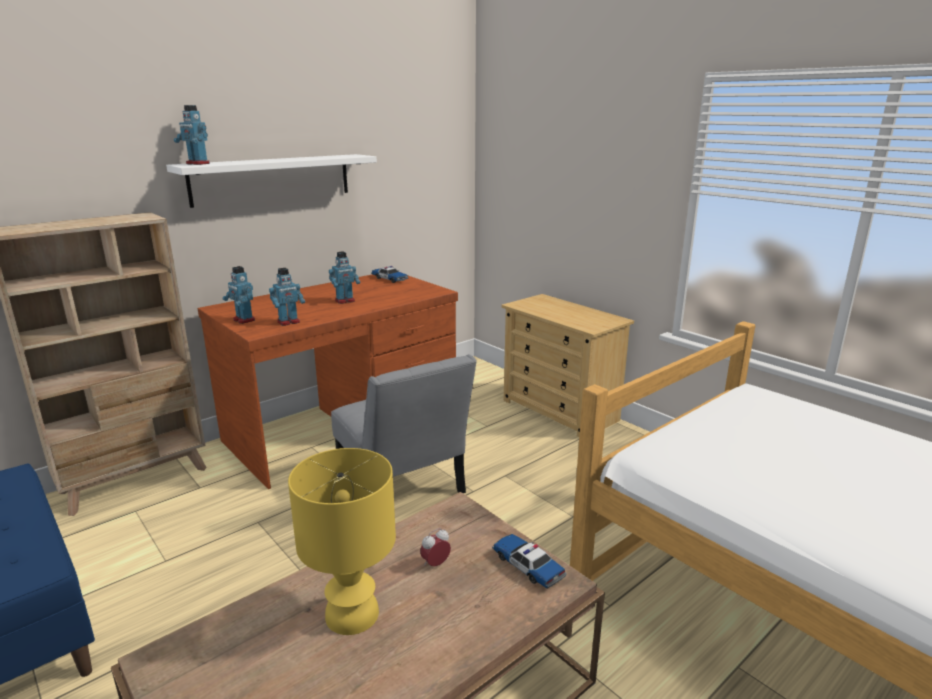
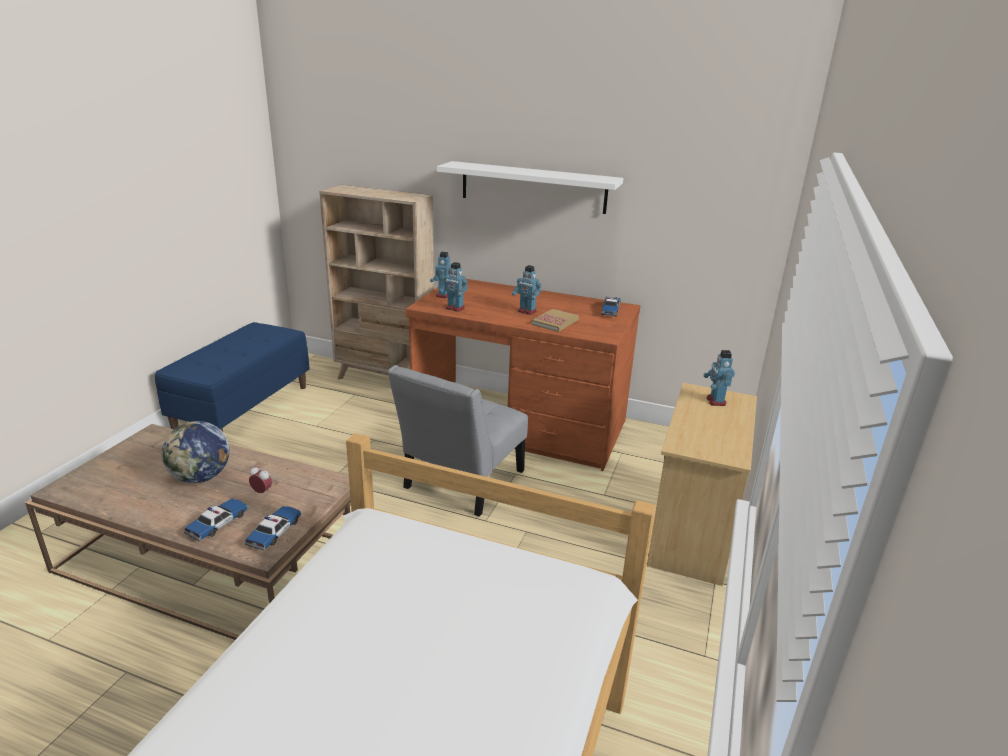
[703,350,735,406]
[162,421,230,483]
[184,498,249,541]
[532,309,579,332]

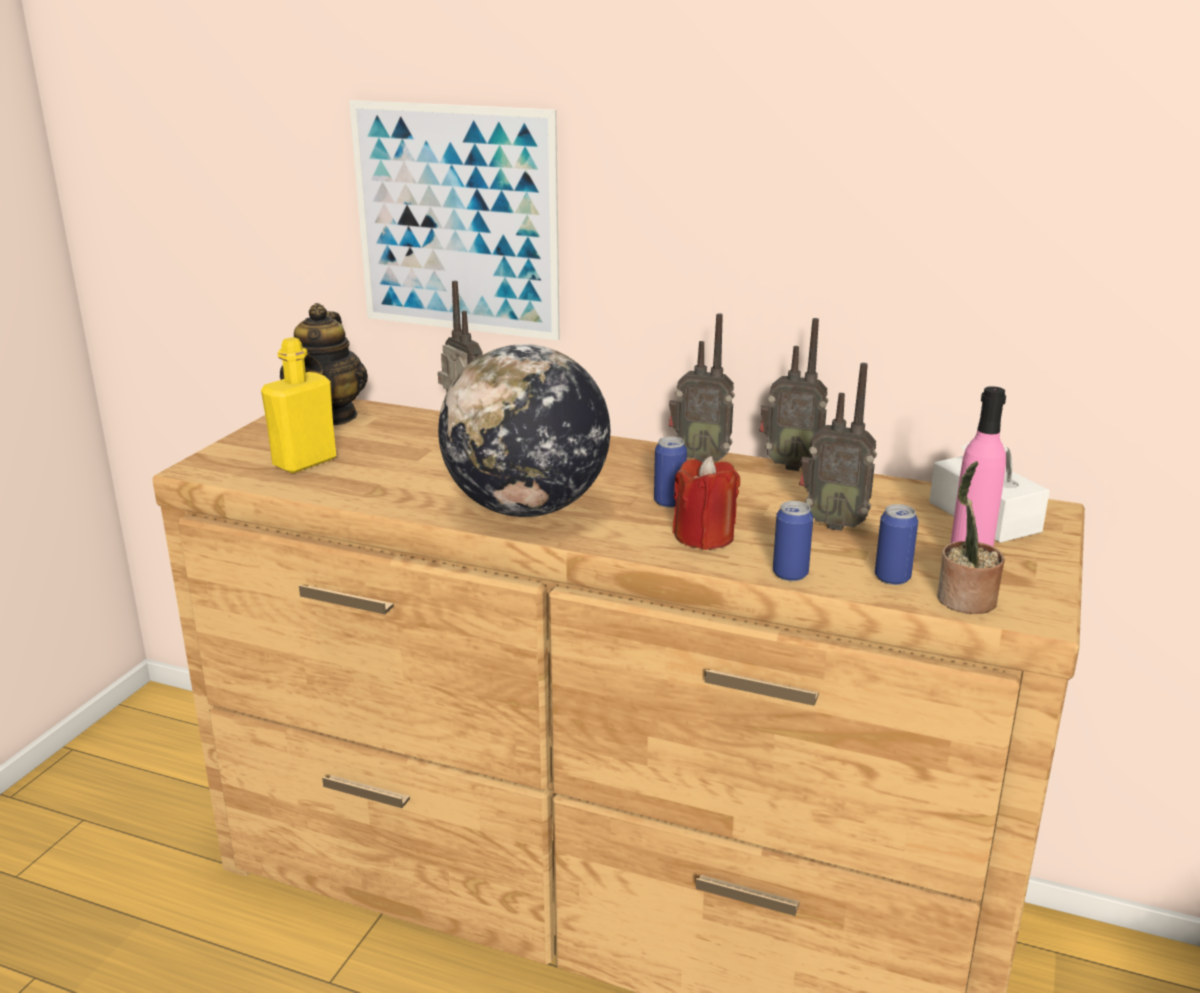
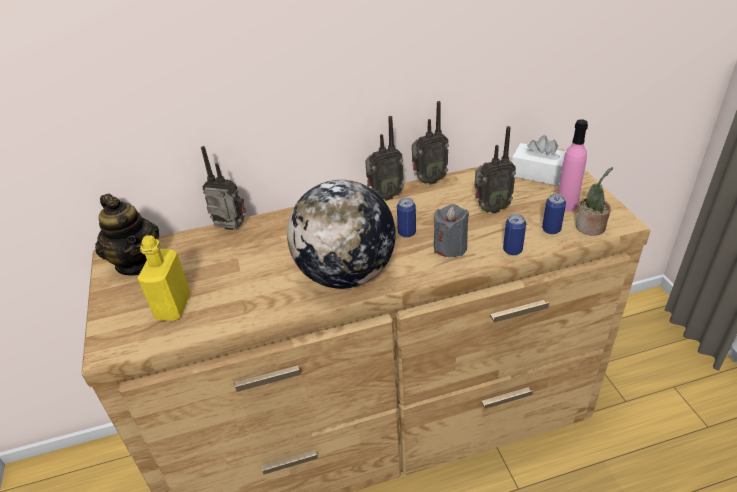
[349,100,560,341] (first image)
[434,204,469,257]

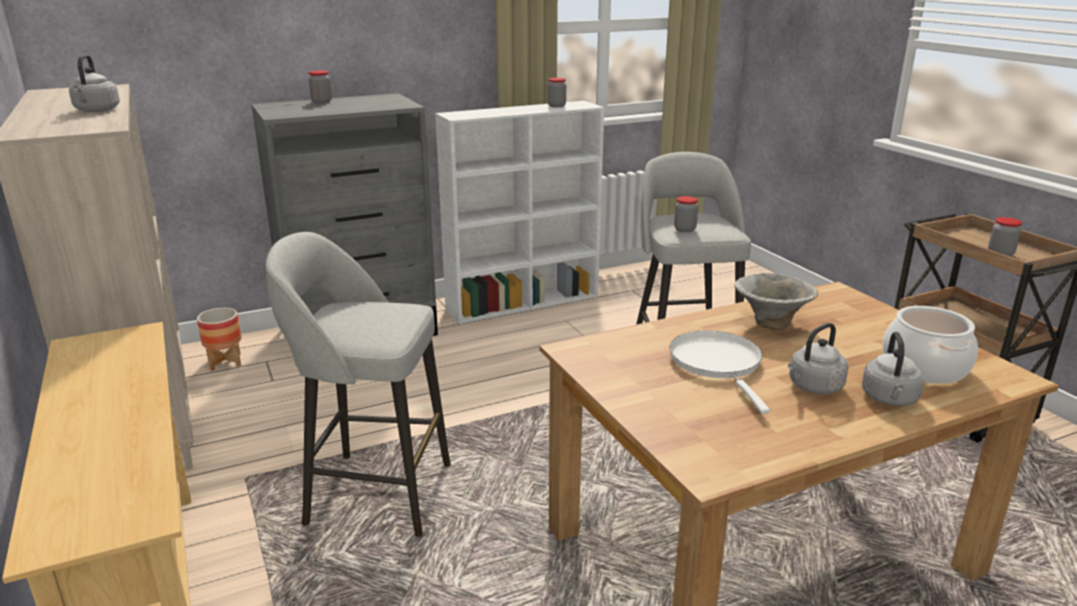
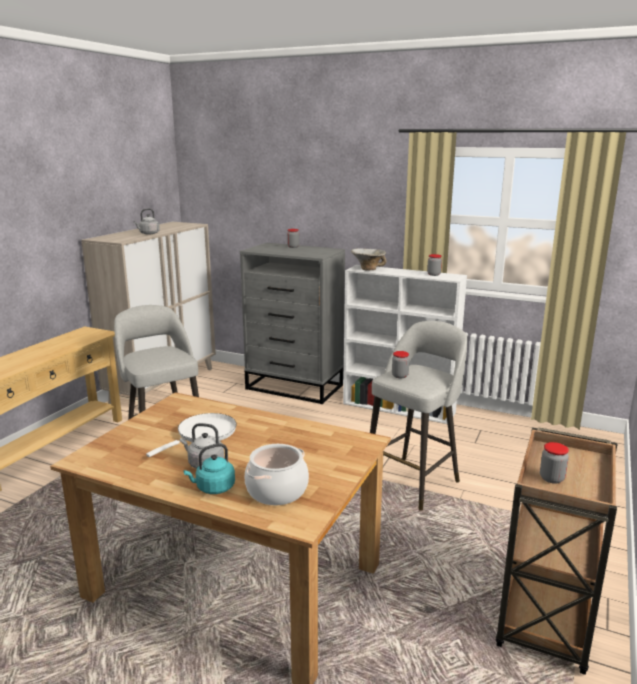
[197,308,241,371] (first image)
[351,248,386,270]
[184,443,235,494]

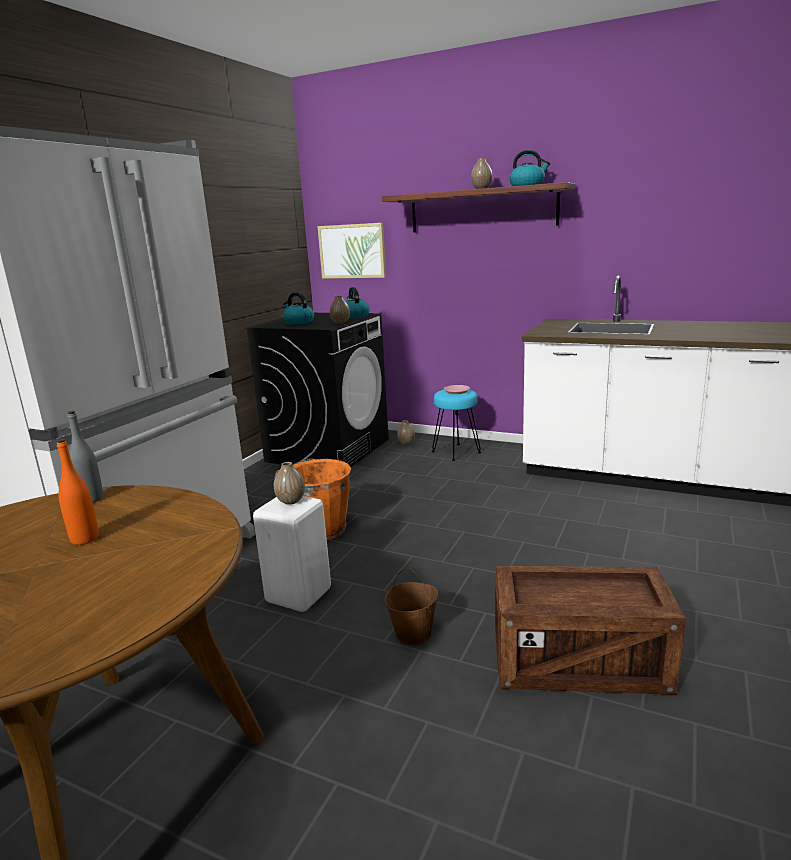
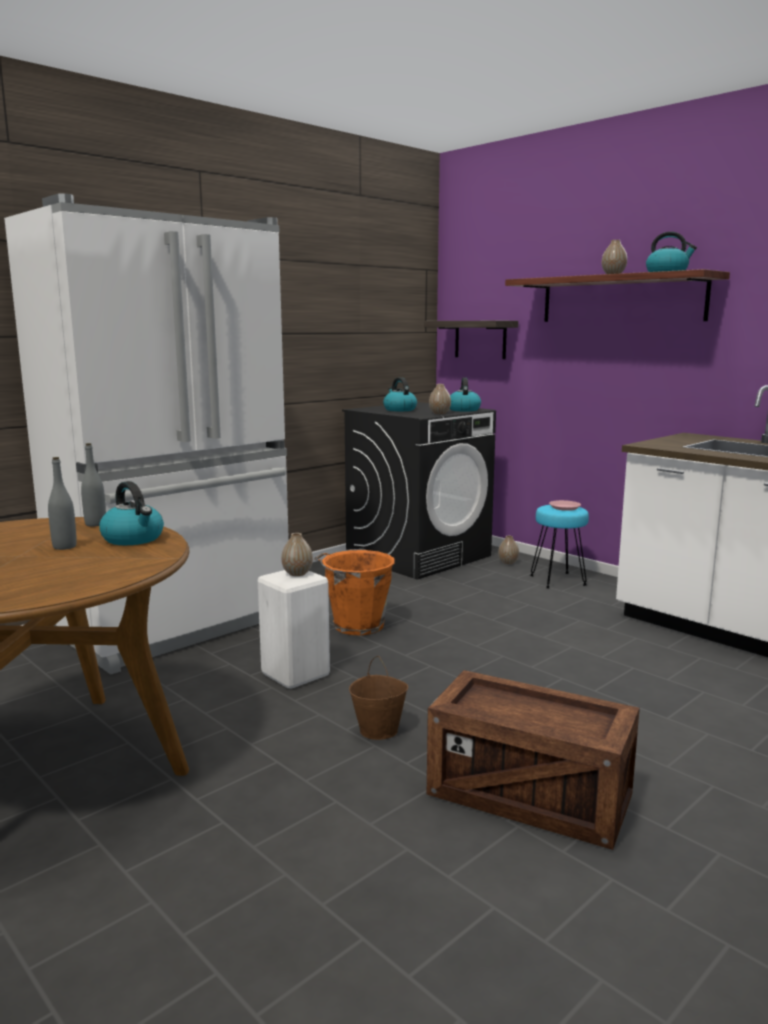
[48,457,77,550]
[424,321,518,359]
[99,481,164,545]

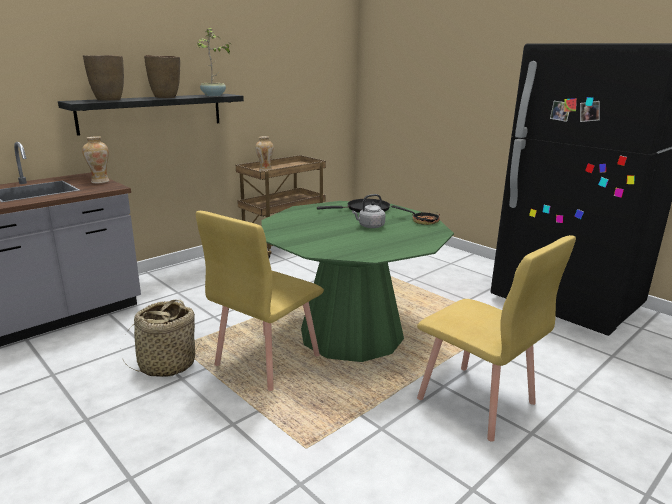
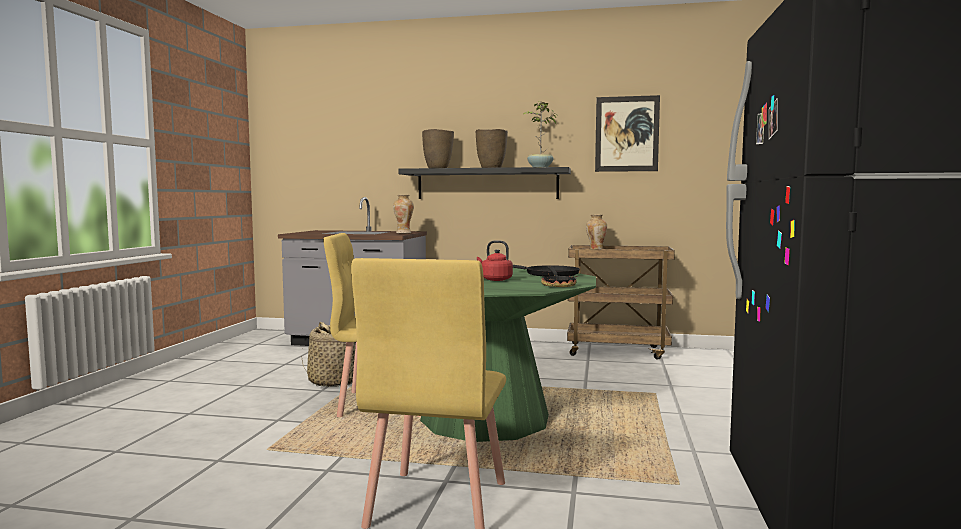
[477,240,513,281]
[595,95,660,172]

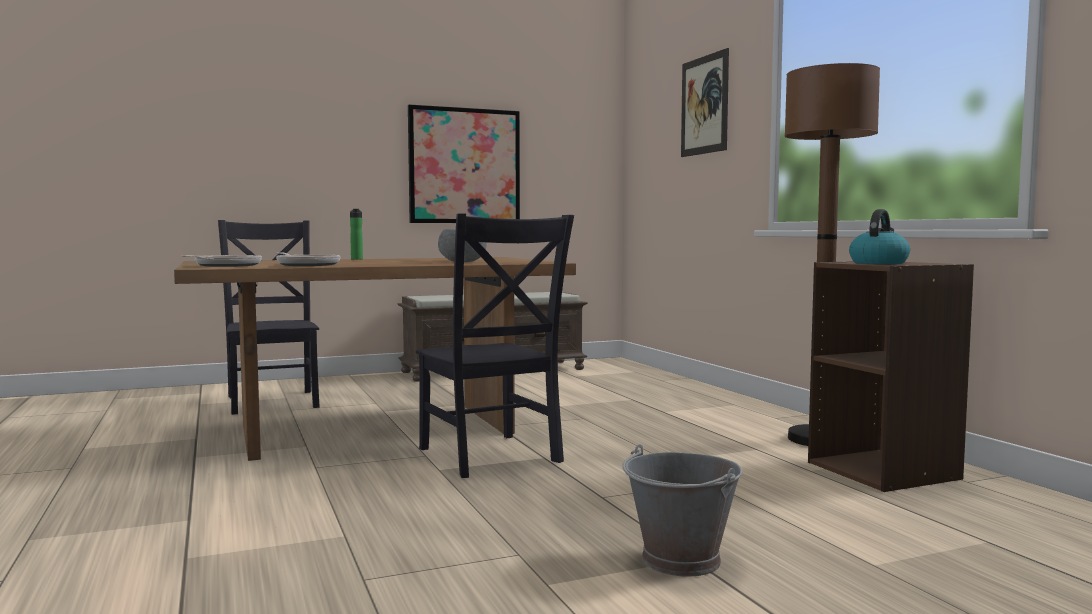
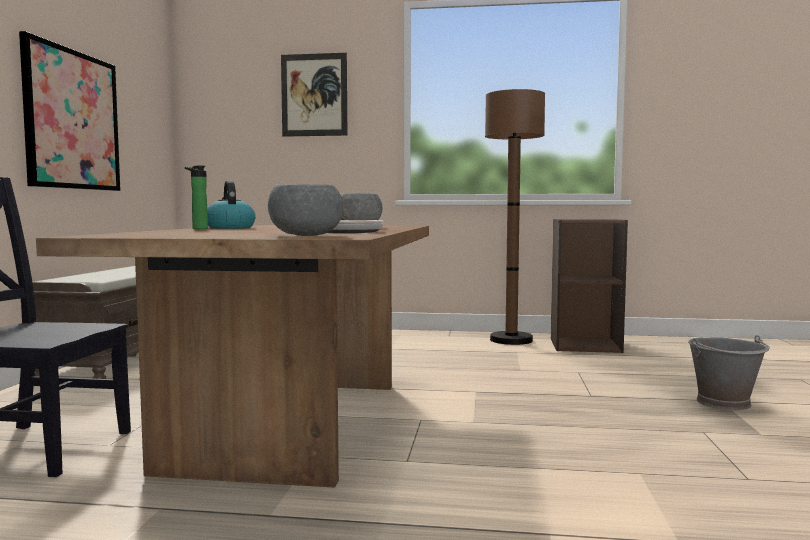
[268,184,343,236]
[416,213,574,478] (first image)
[207,180,256,229]

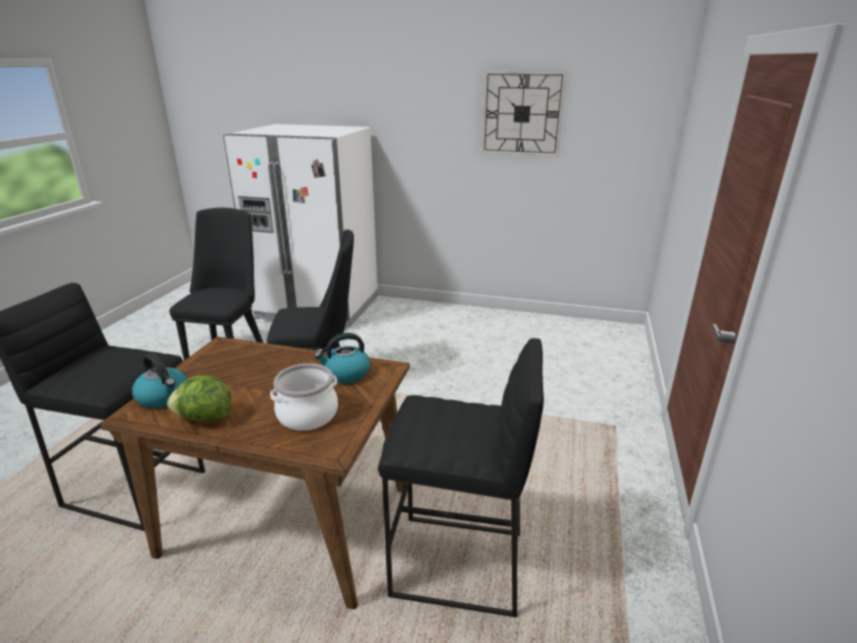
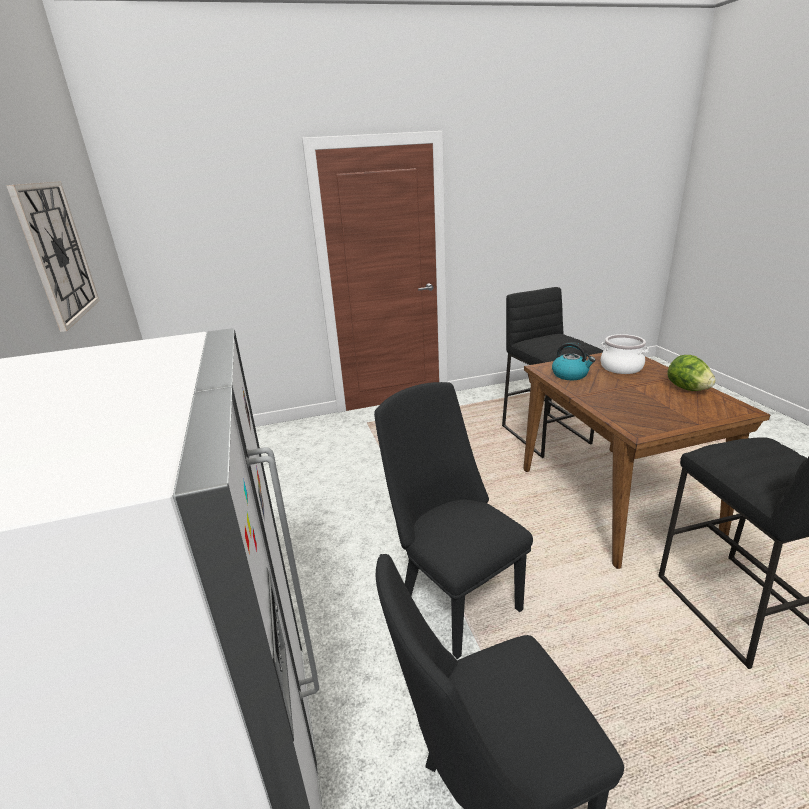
[132,353,187,408] (first image)

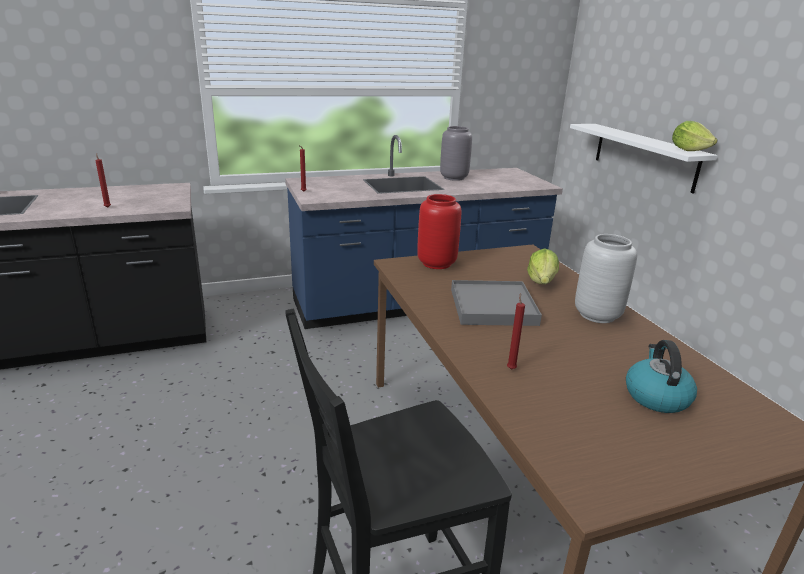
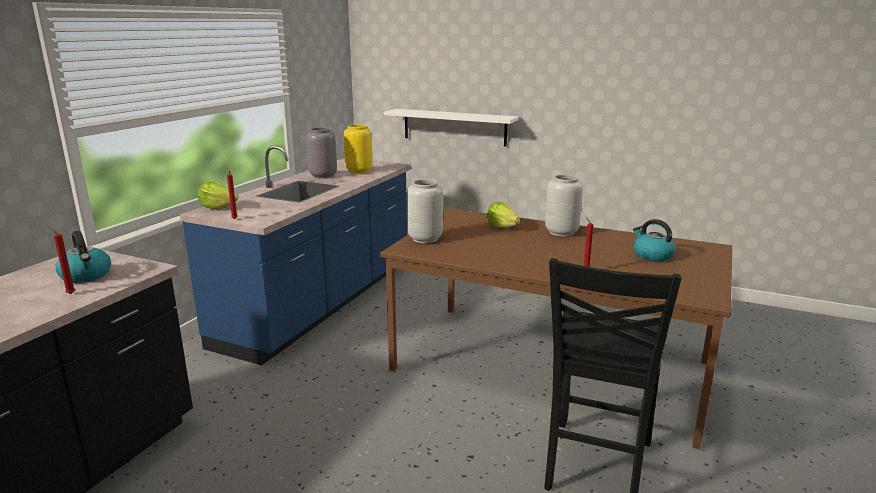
[407,179,443,243]
[451,280,542,326] (first image)
[198,181,239,210]
[55,231,111,283]
[344,124,373,174]

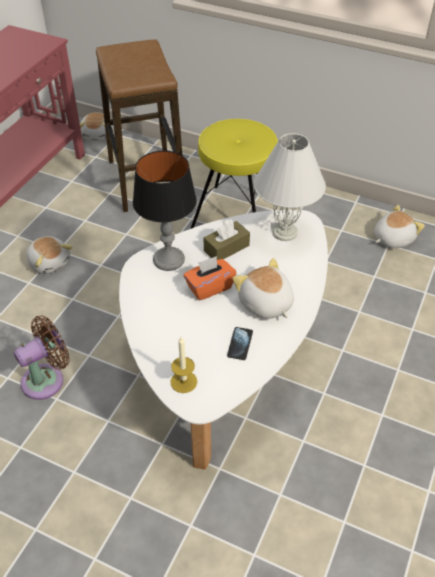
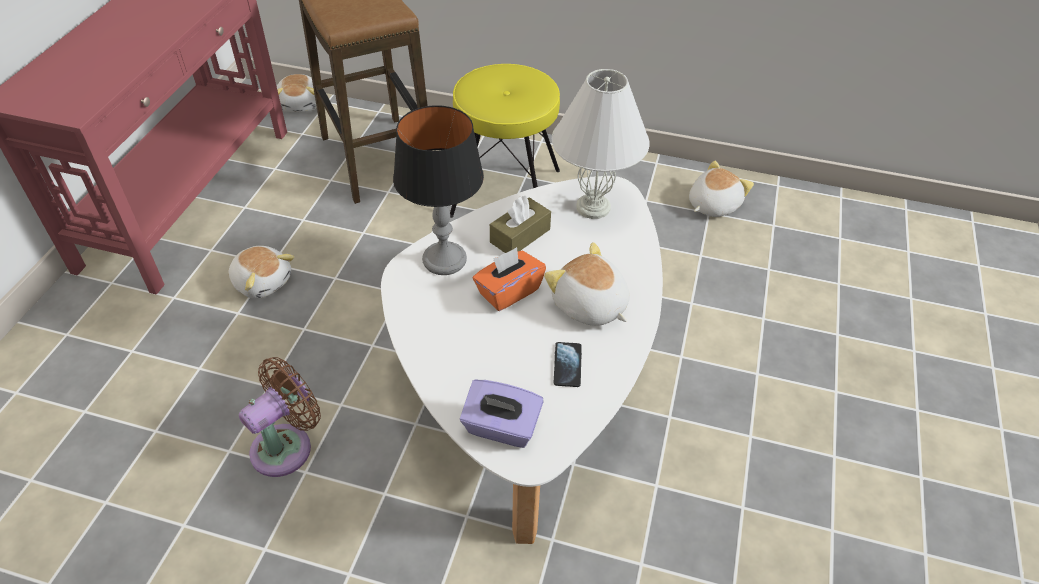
[460,380,544,448]

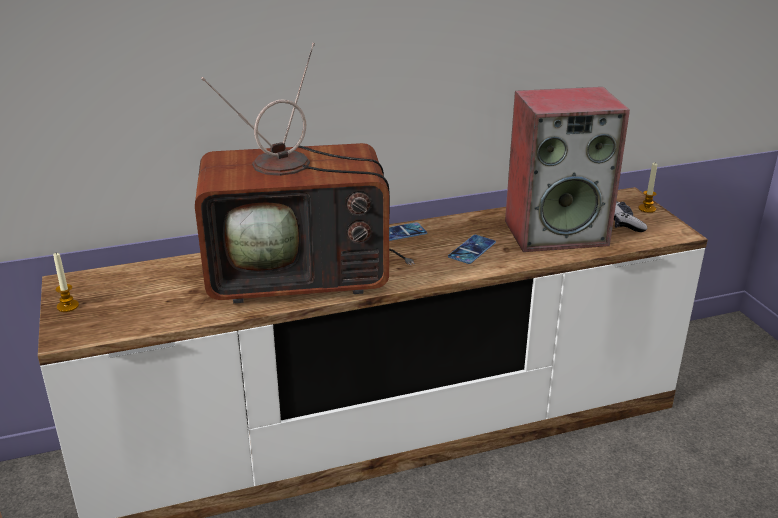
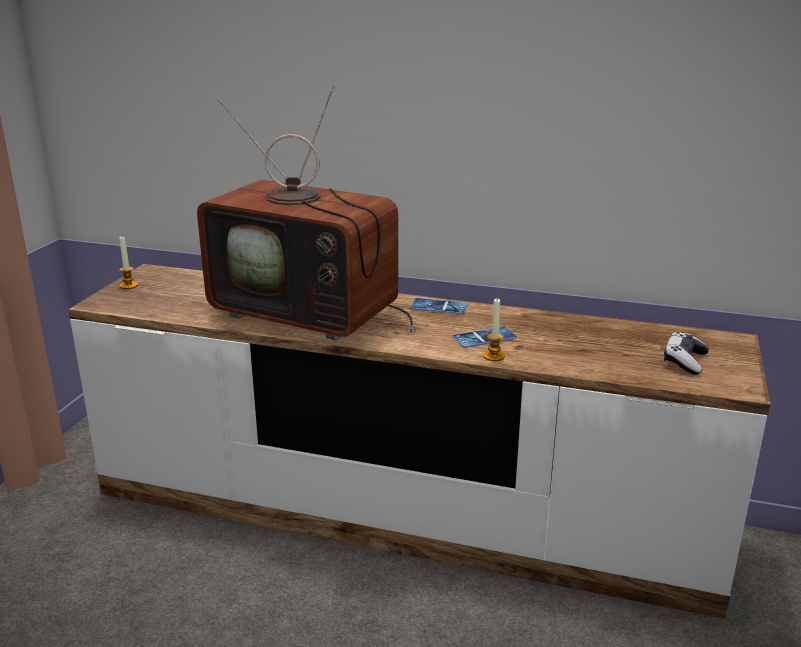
[505,87,630,252] (first image)
[483,298,505,361]

